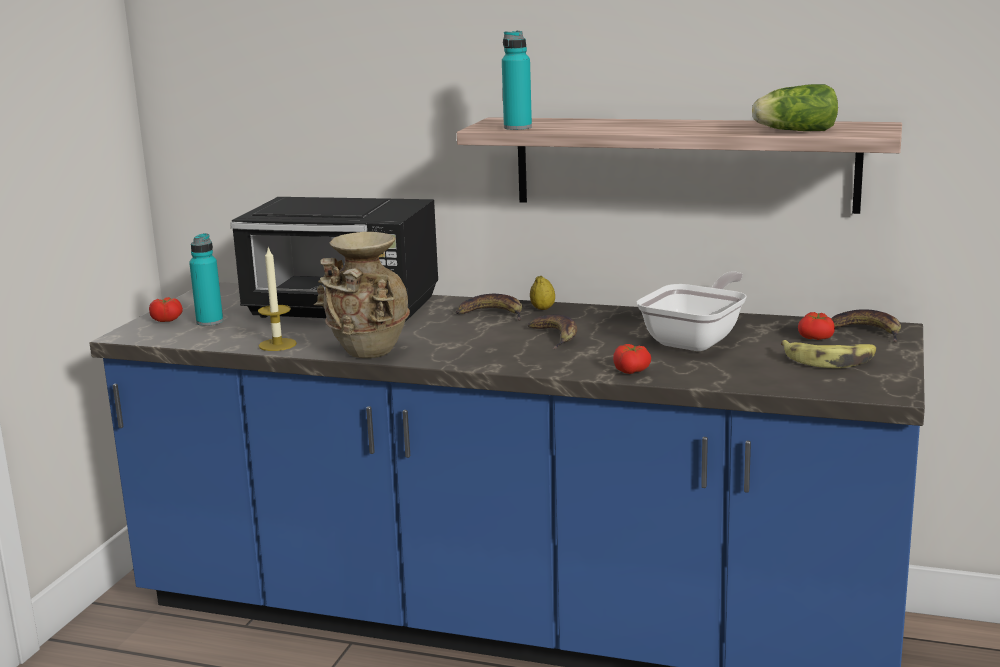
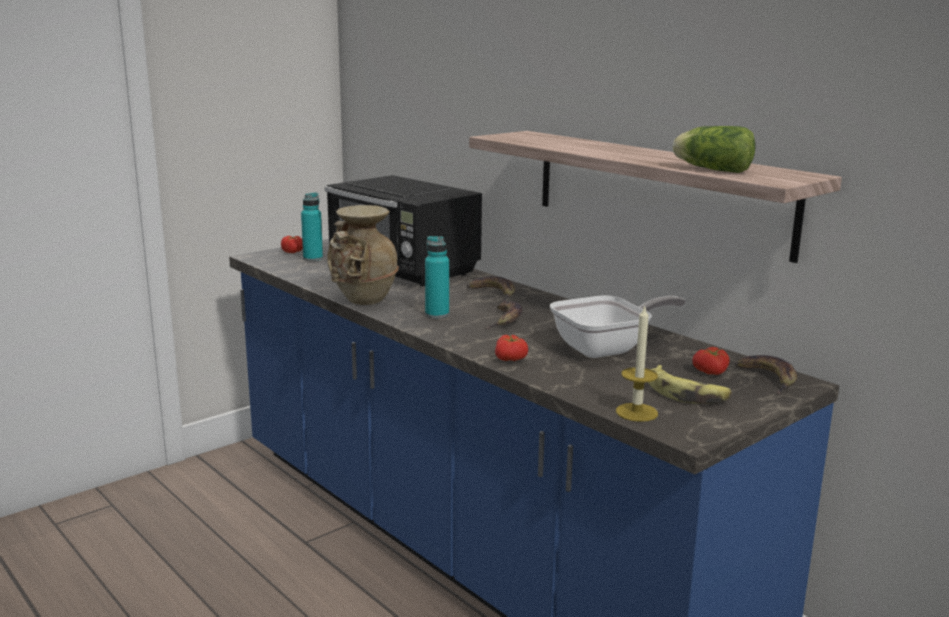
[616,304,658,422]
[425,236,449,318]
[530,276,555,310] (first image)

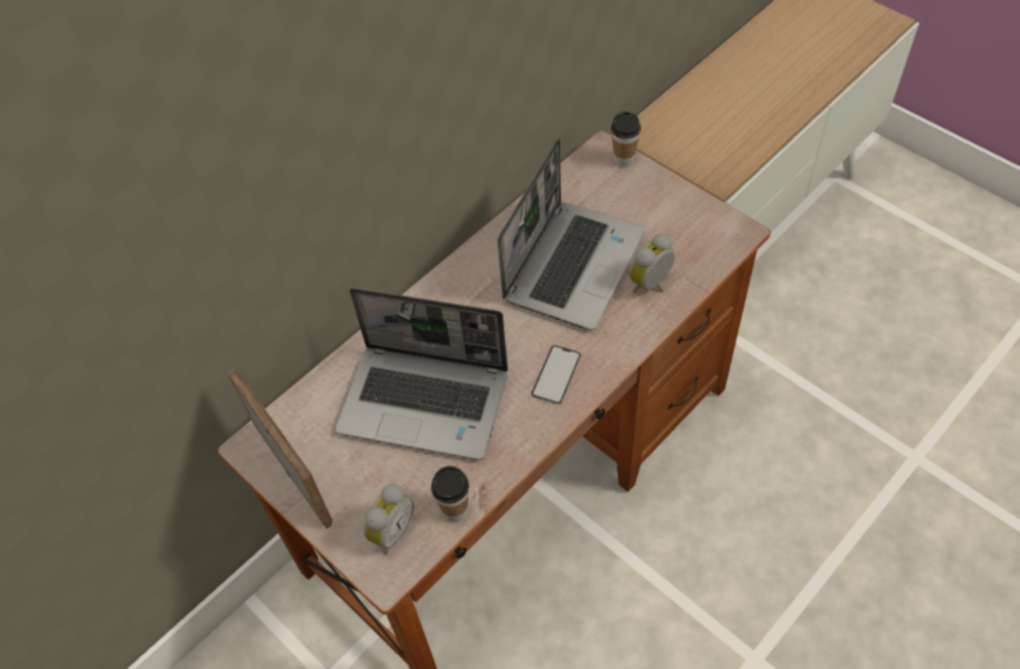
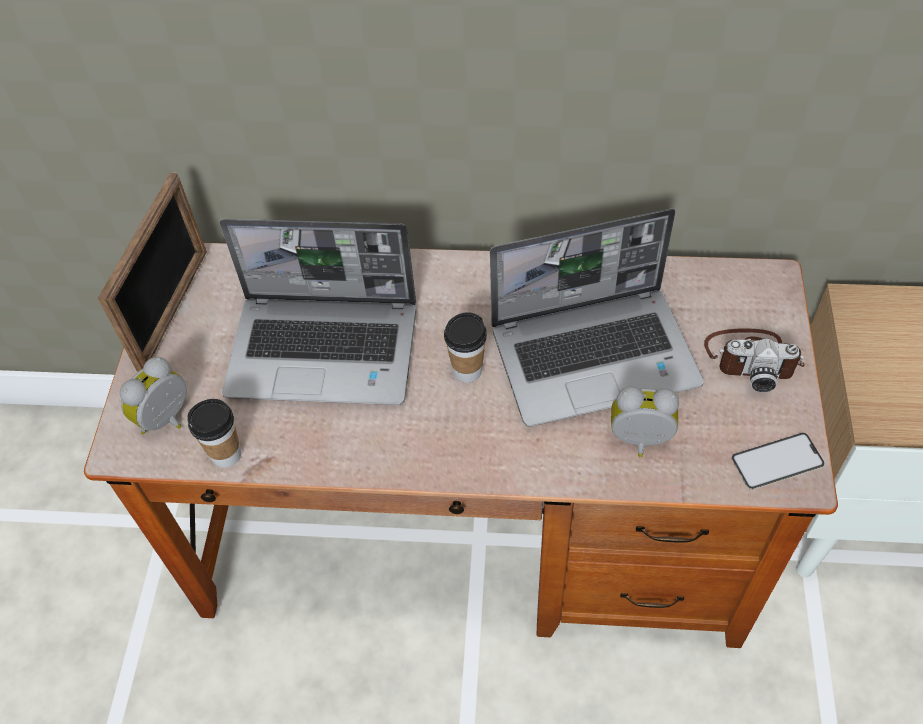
[220,219,416,405]
[120,357,187,435]
[732,433,825,490]
[444,312,487,383]
[704,329,805,392]

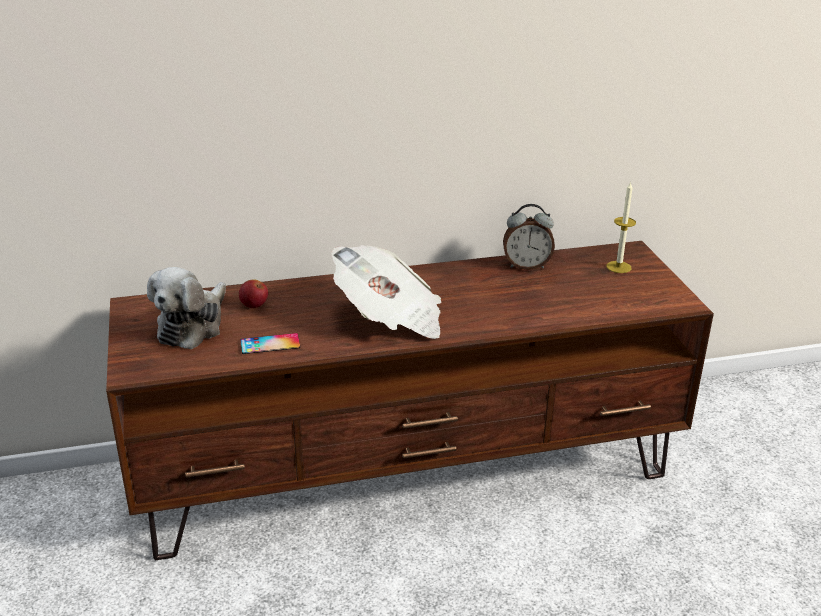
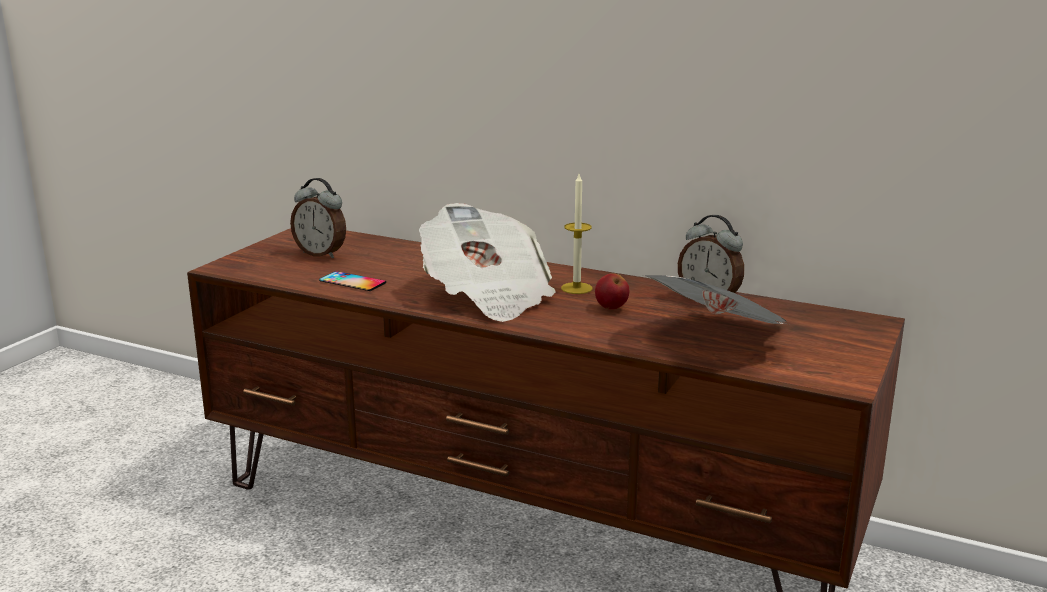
[290,178,346,259]
[595,273,629,309]
[561,174,592,294]
[643,275,786,324]

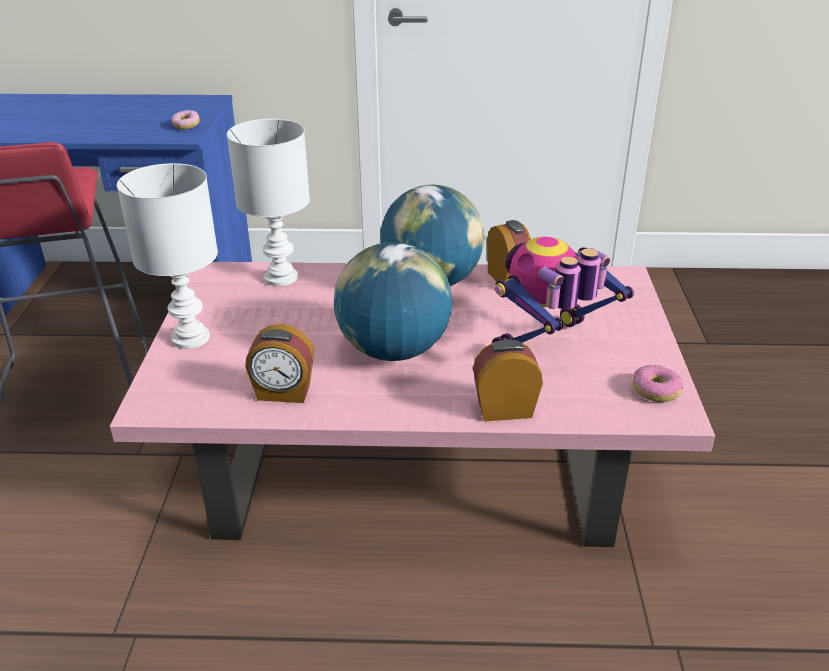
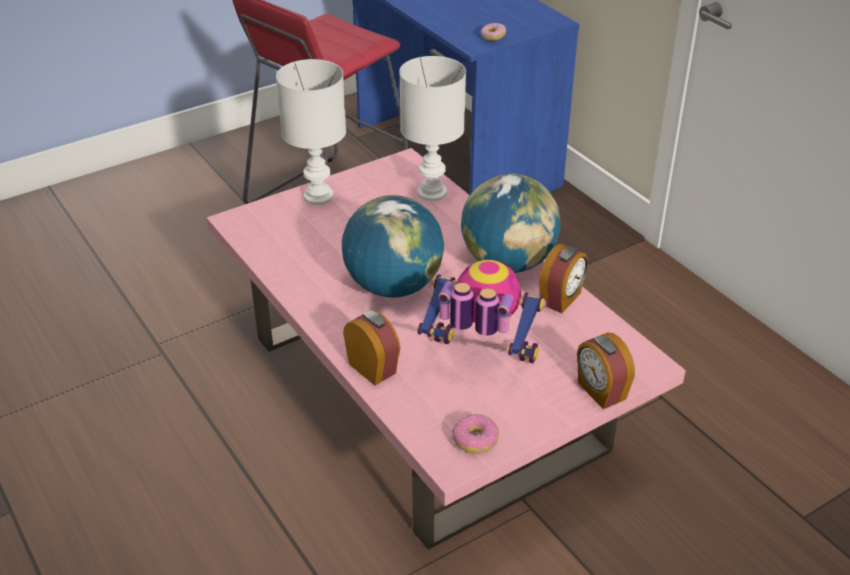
[577,333,635,409]

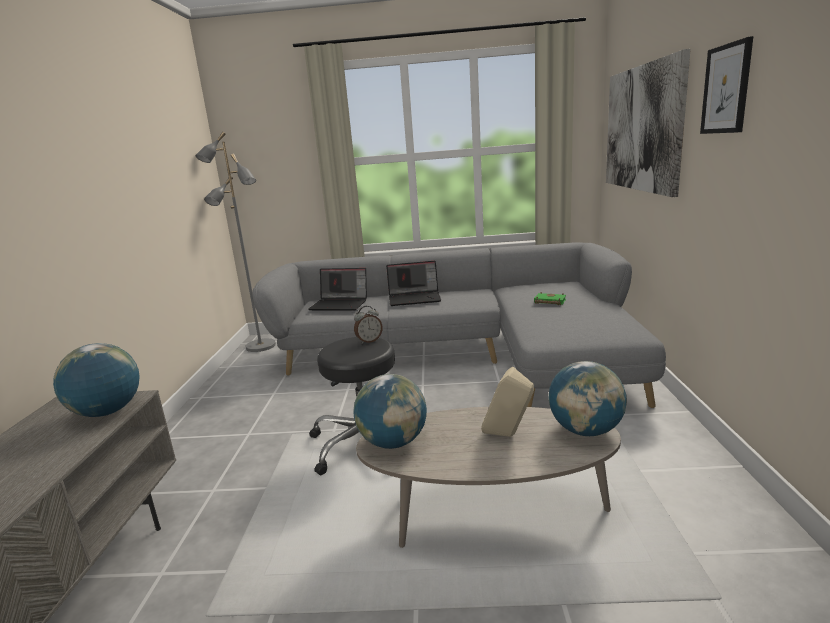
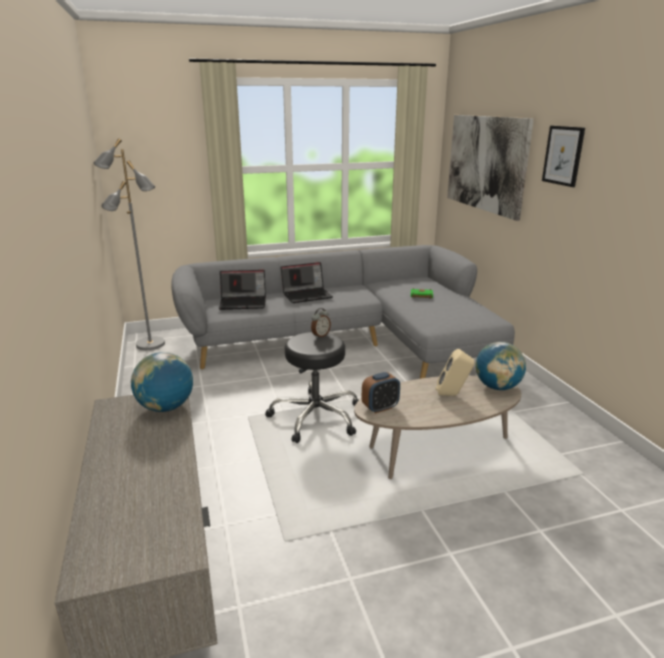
[362,372,400,413]

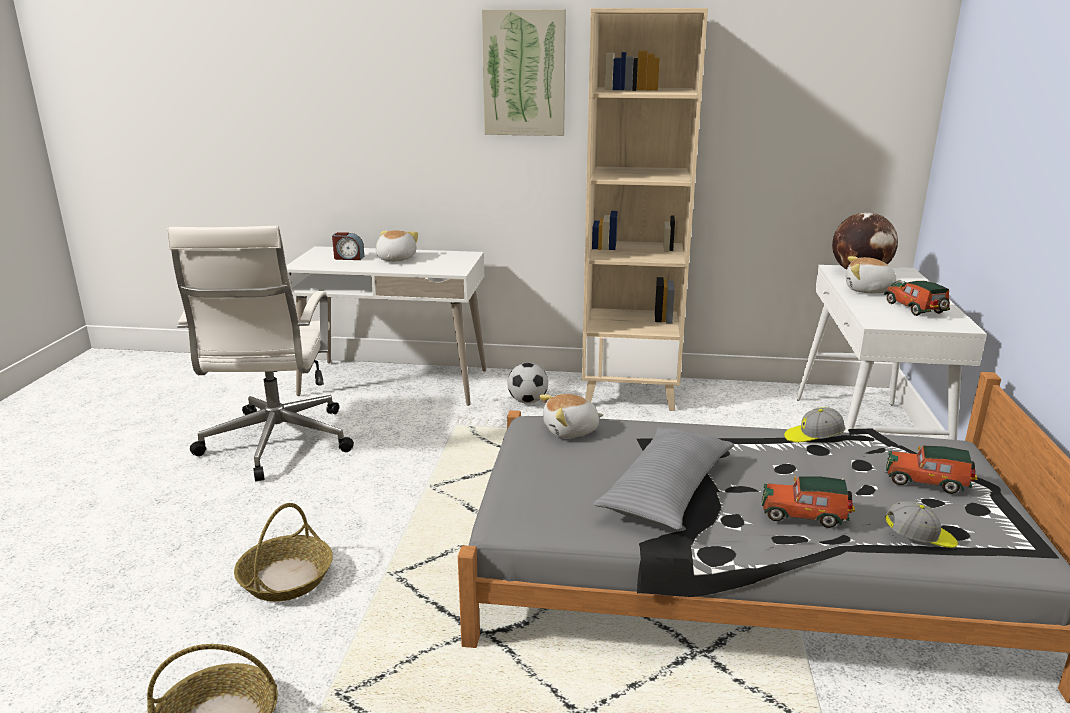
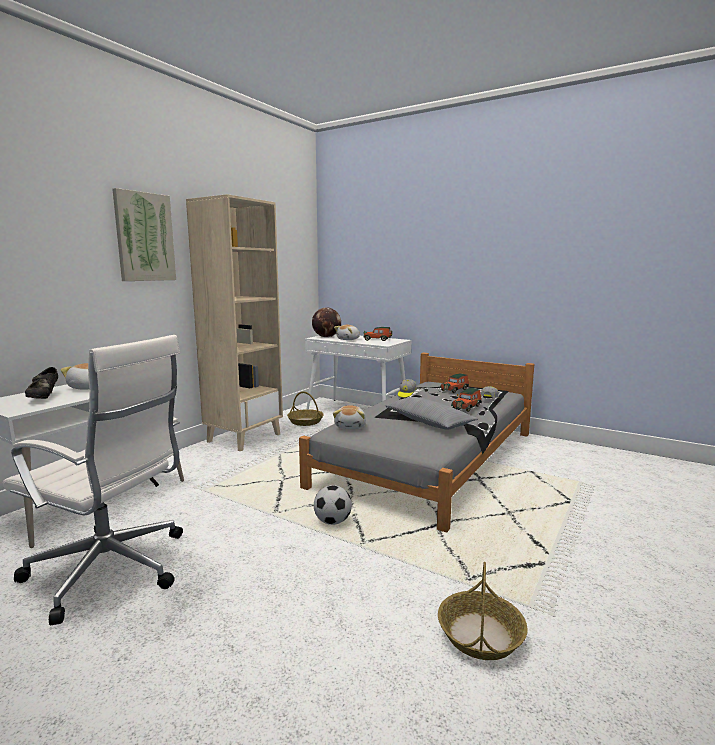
[287,391,324,426]
[25,367,58,399]
[314,485,352,525]

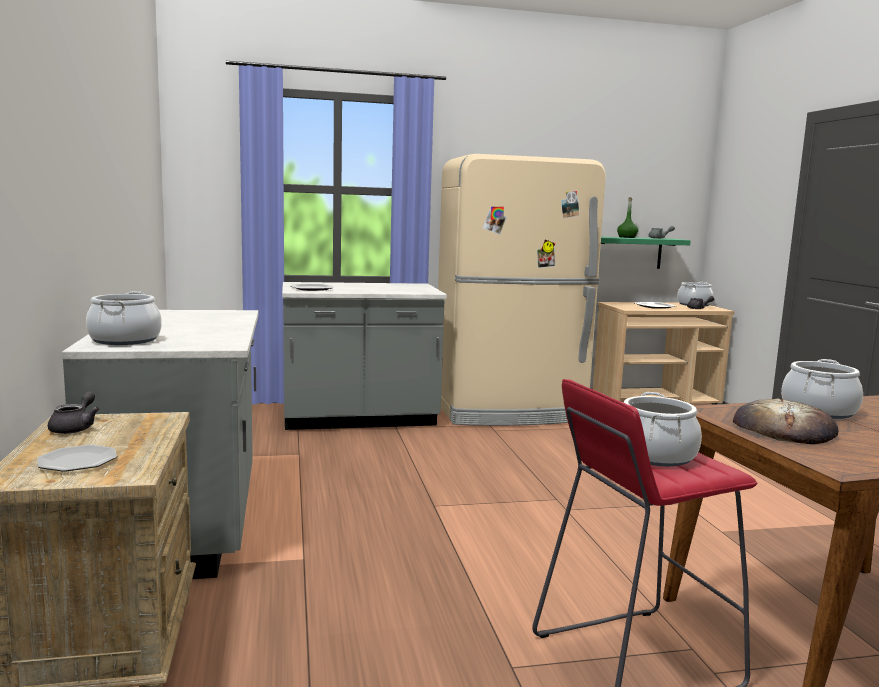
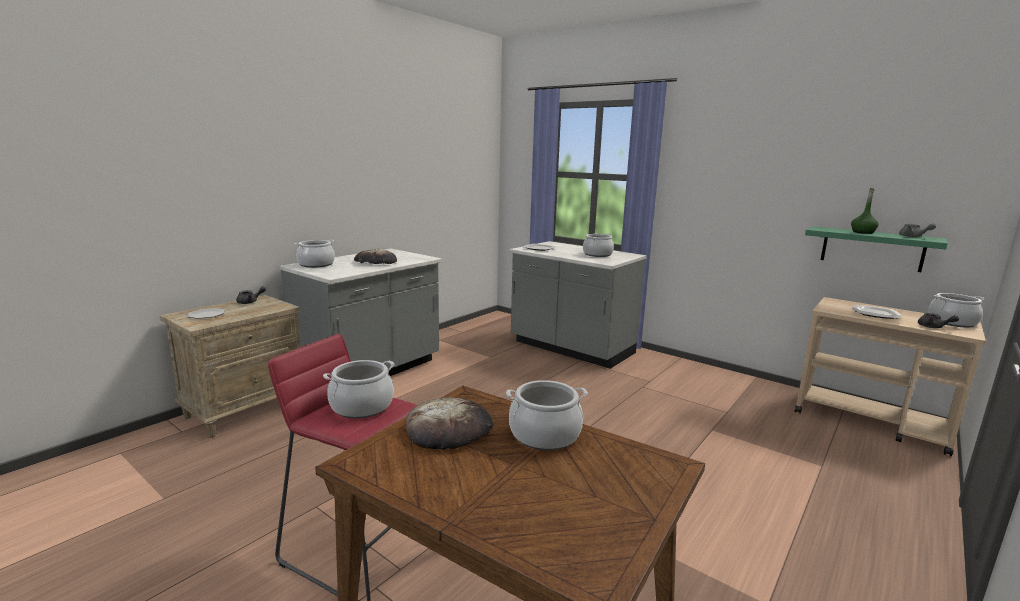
[438,154,606,426] (first image)
[354,248,397,264]
[583,234,614,257]

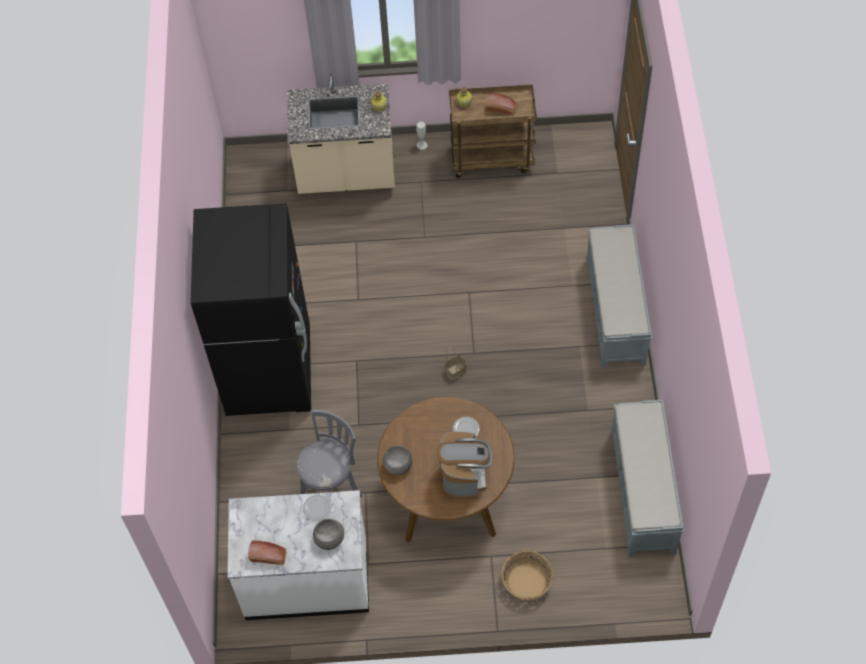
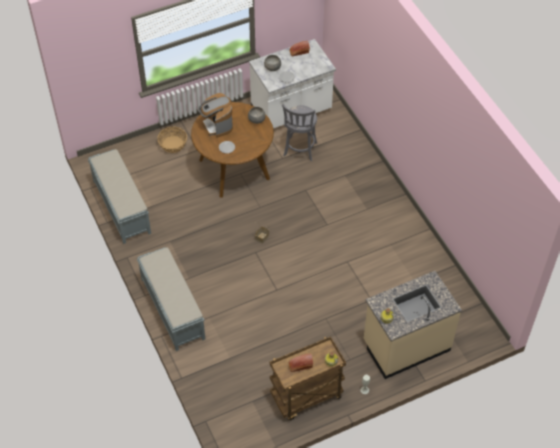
[191,204,311,416] (first image)

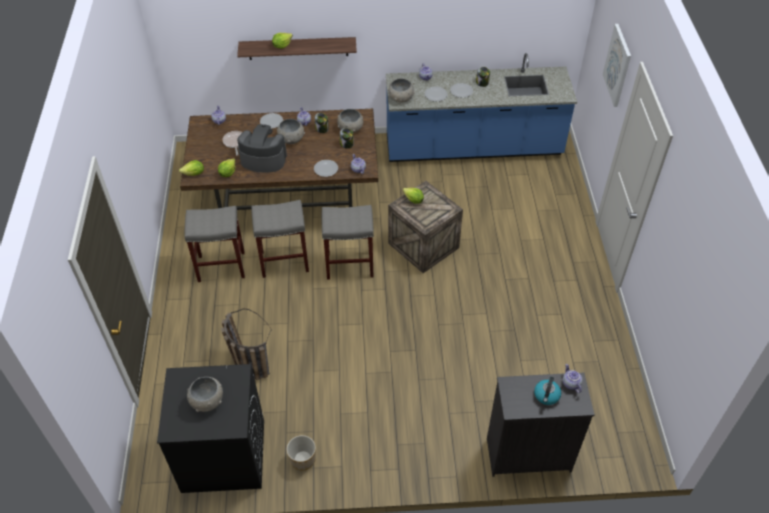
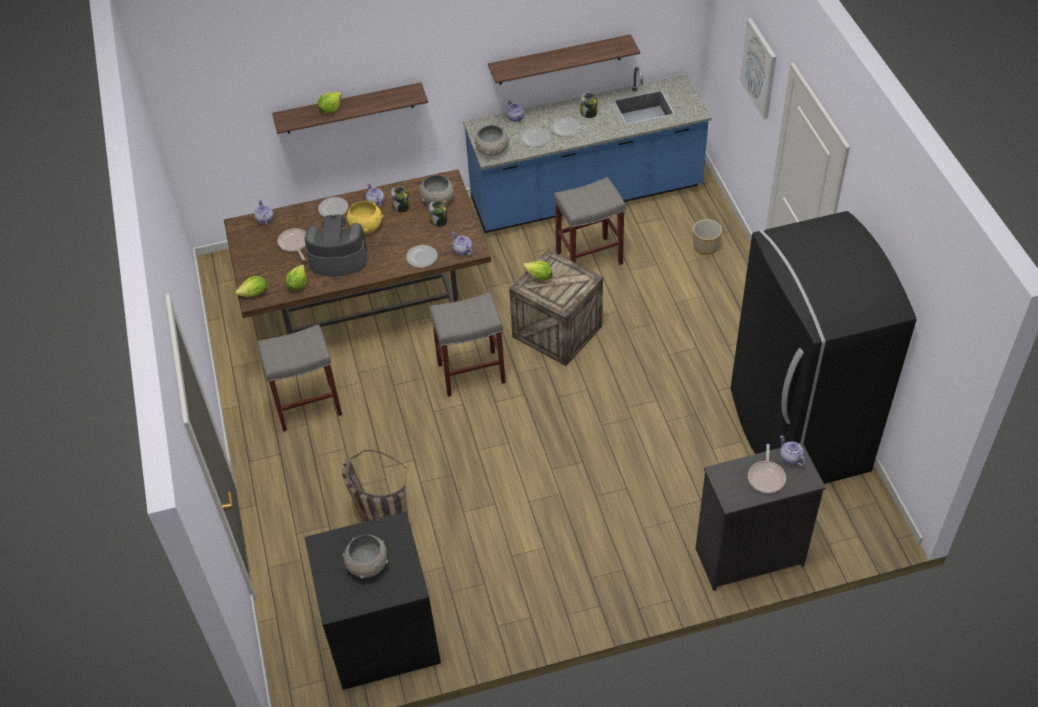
[554,177,626,265]
[346,201,383,234]
[693,219,722,255]
[748,444,786,493]
[488,34,640,85]
[731,211,917,484]

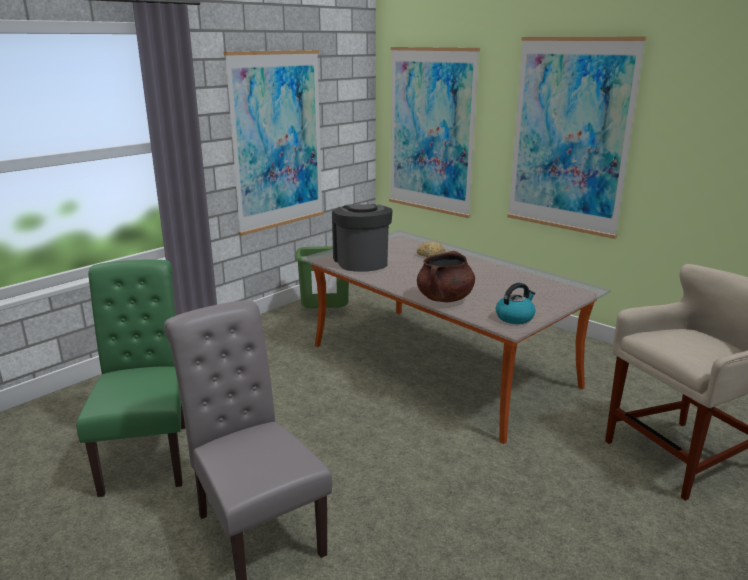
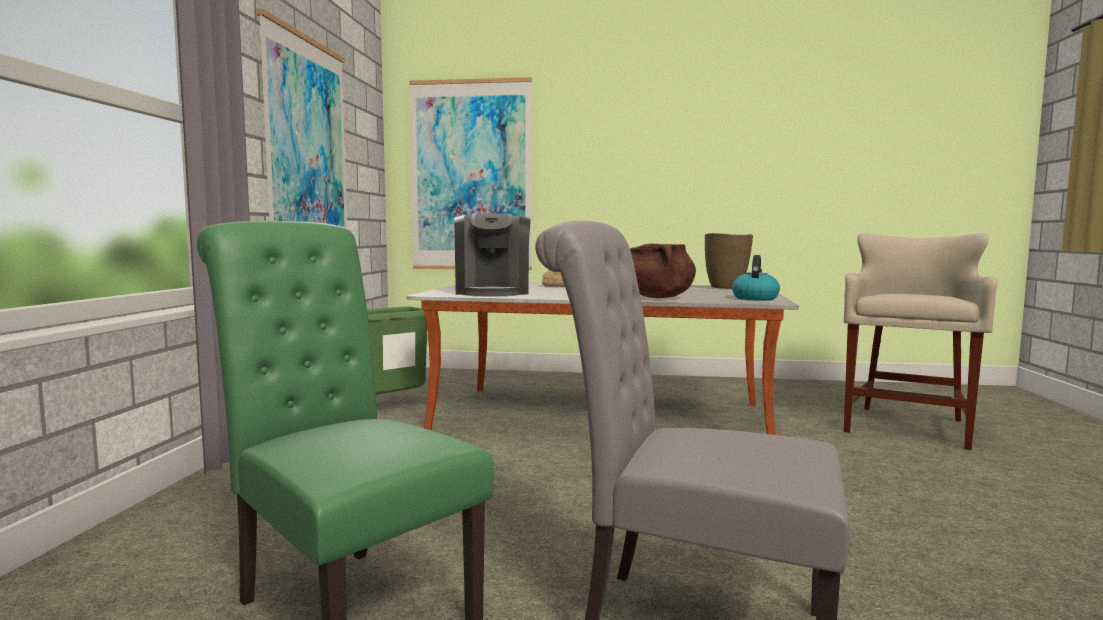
[454,214,531,296]
[507,37,646,239] (first image)
[705,233,753,289]

